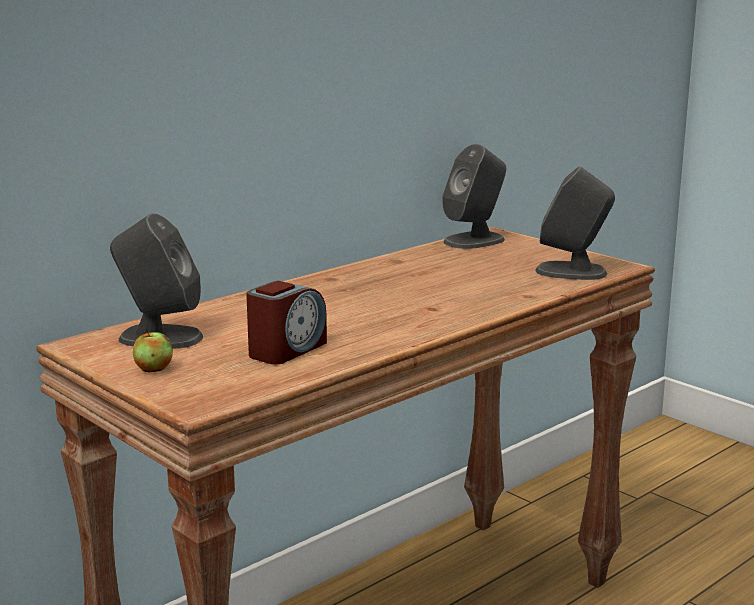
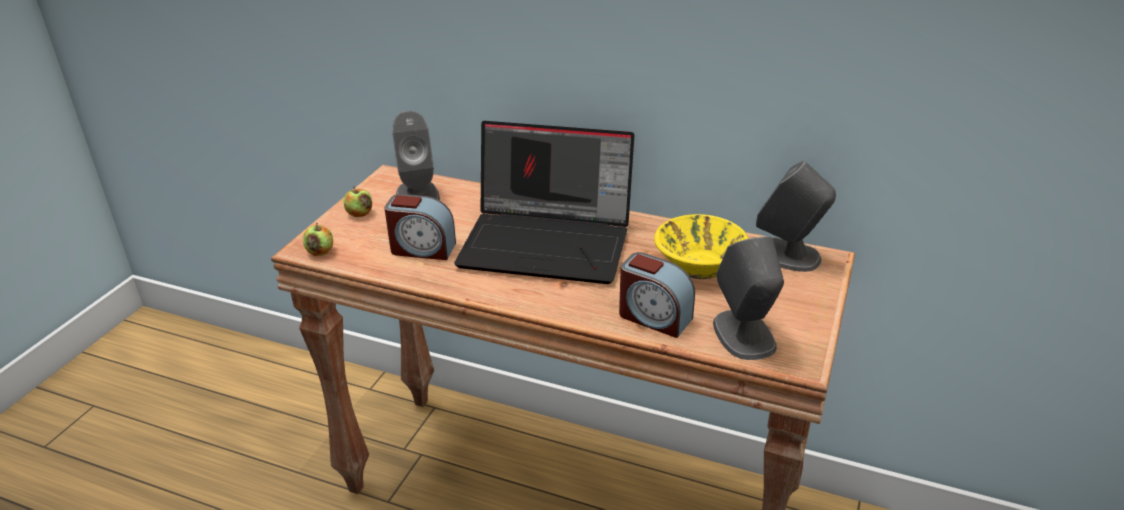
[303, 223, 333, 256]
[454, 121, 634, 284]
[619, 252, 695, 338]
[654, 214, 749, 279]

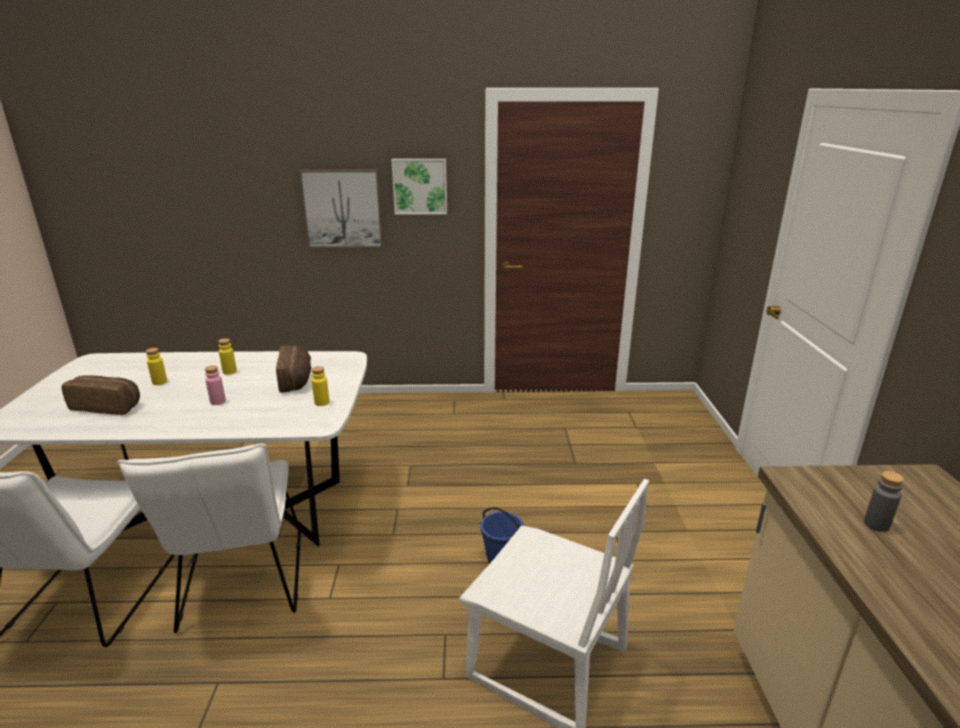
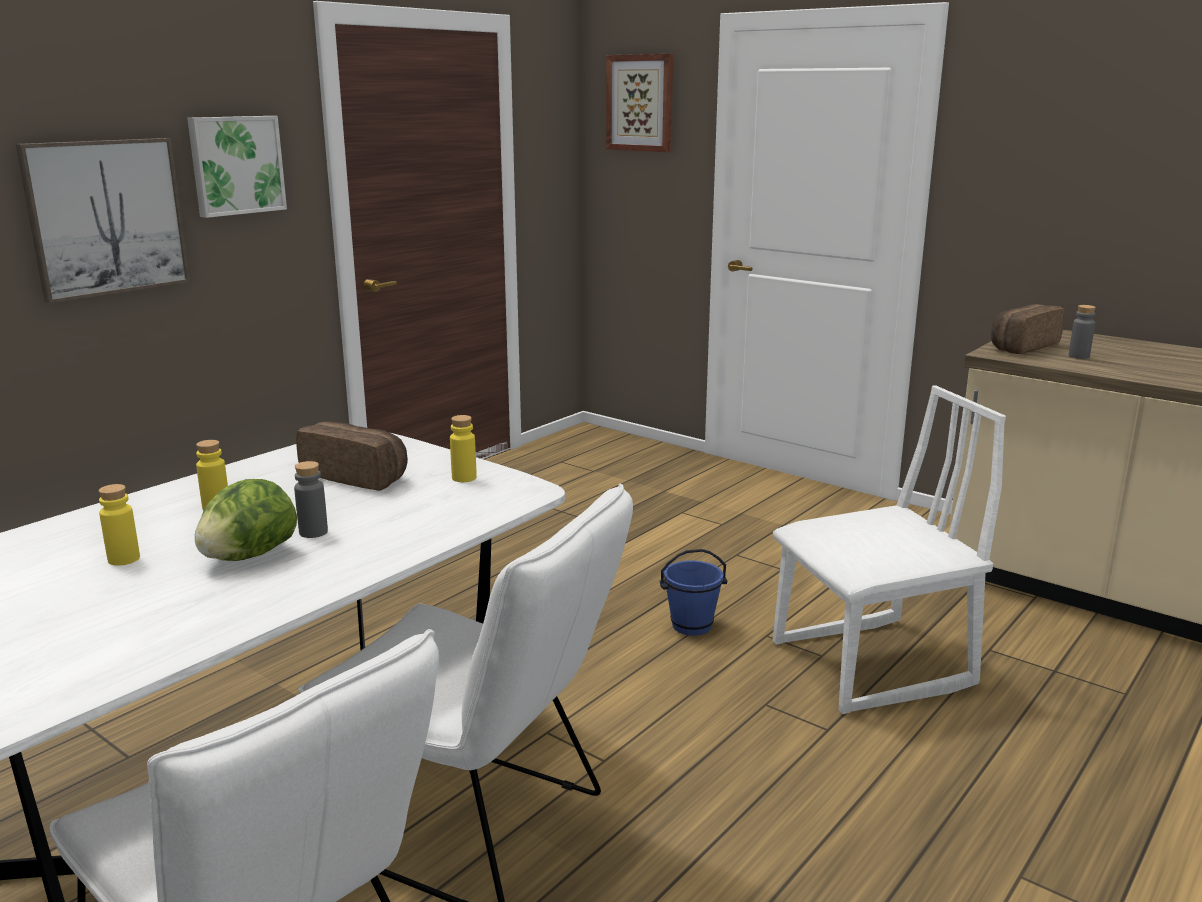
[991, 304, 1065, 354]
[294, 461, 328, 538]
[195, 479, 297, 561]
[606, 54, 673, 152]

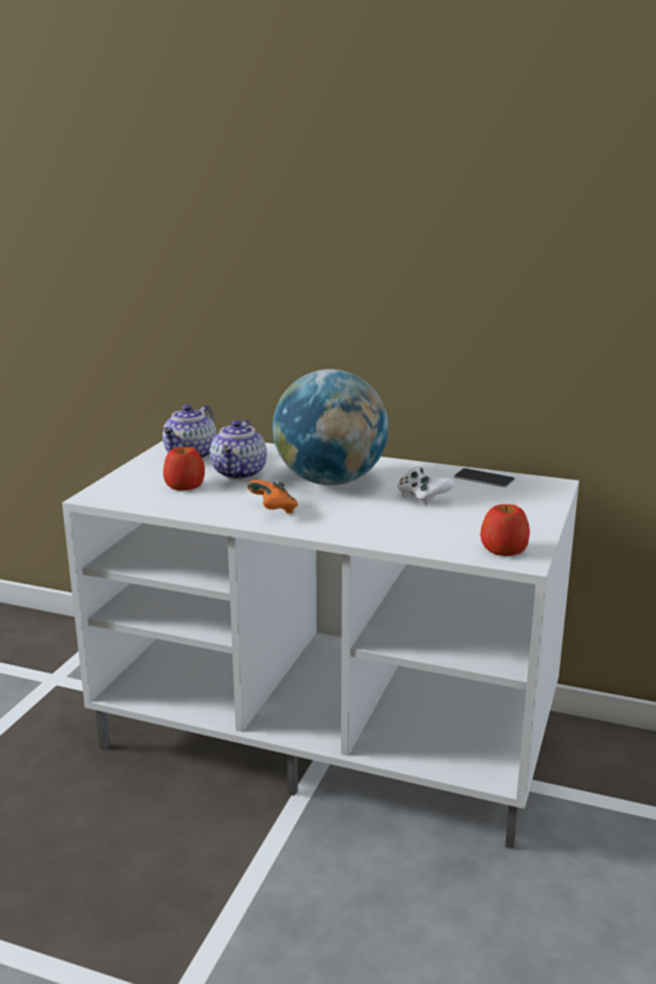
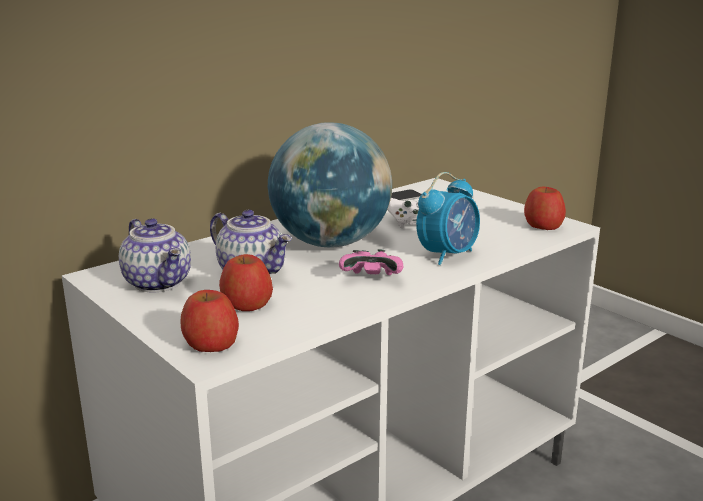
[339, 249, 403, 275]
[181, 290, 239, 352]
[416, 172, 480, 265]

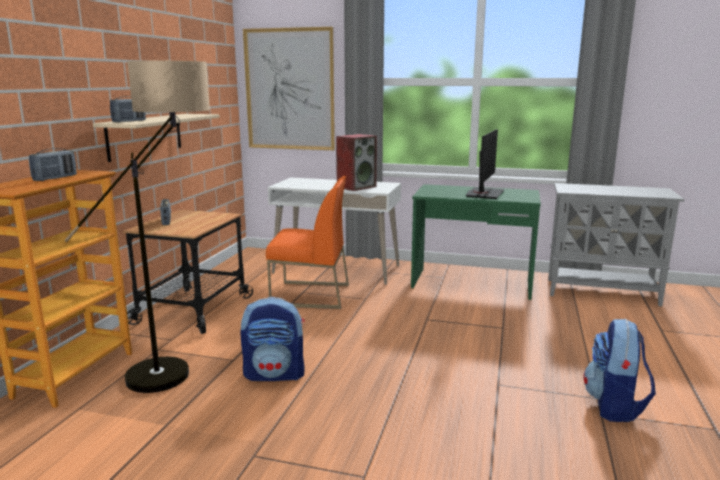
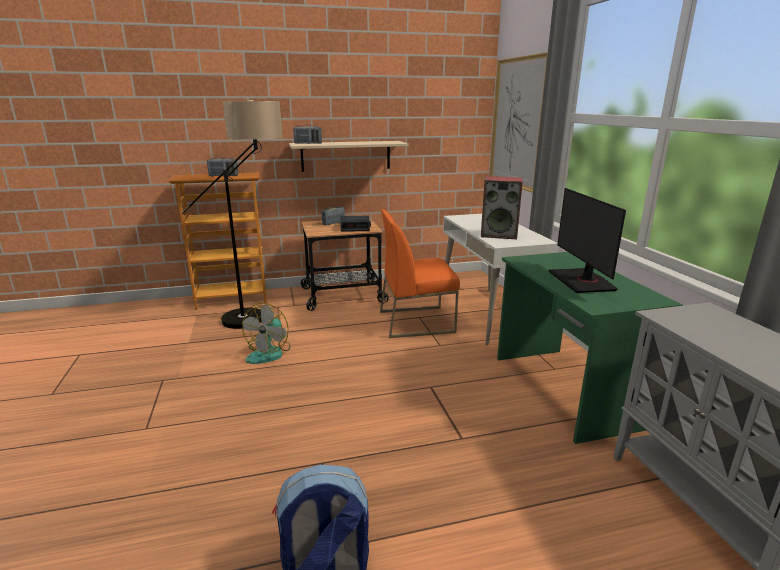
[242, 303, 291, 364]
[380, 209, 460, 338]
[548, 188, 626, 293]
[340, 216, 371, 232]

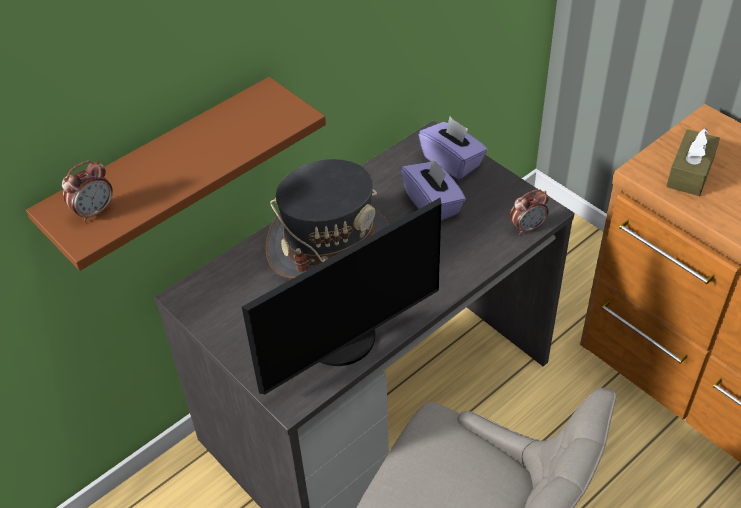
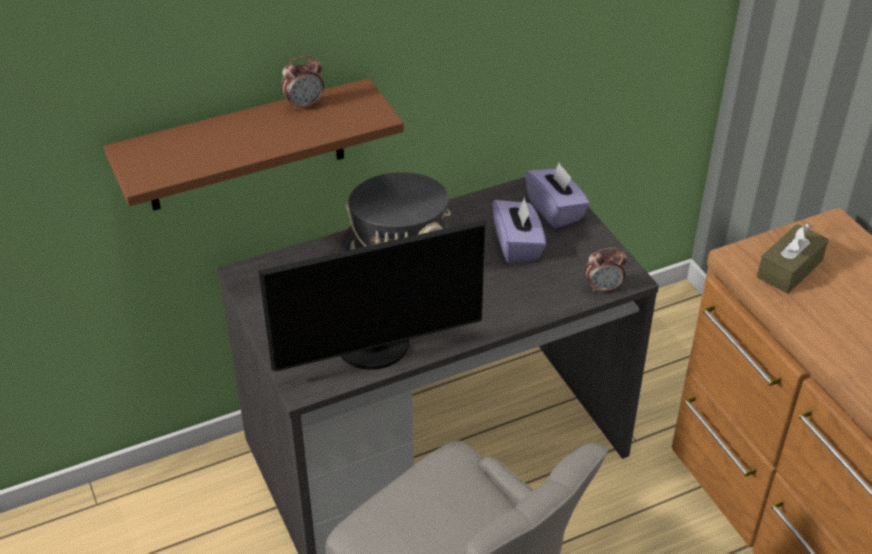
[281, 56, 324, 111]

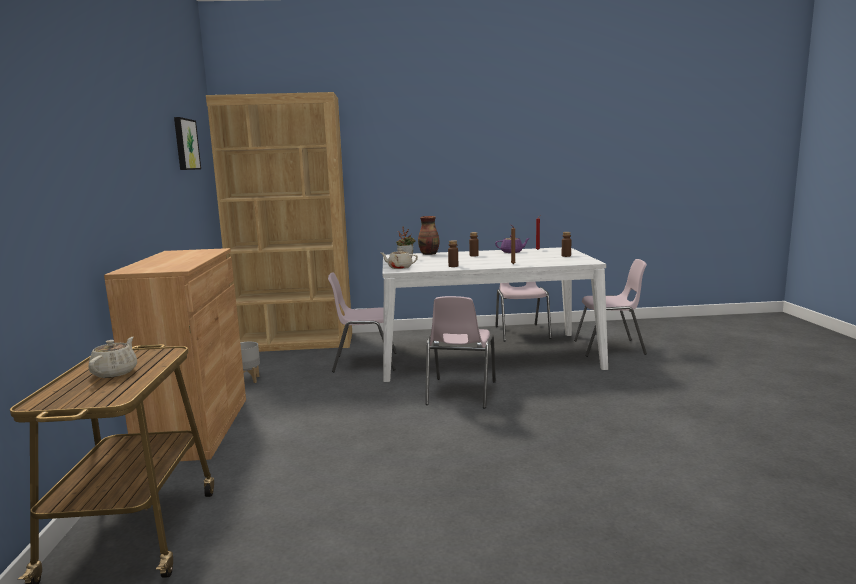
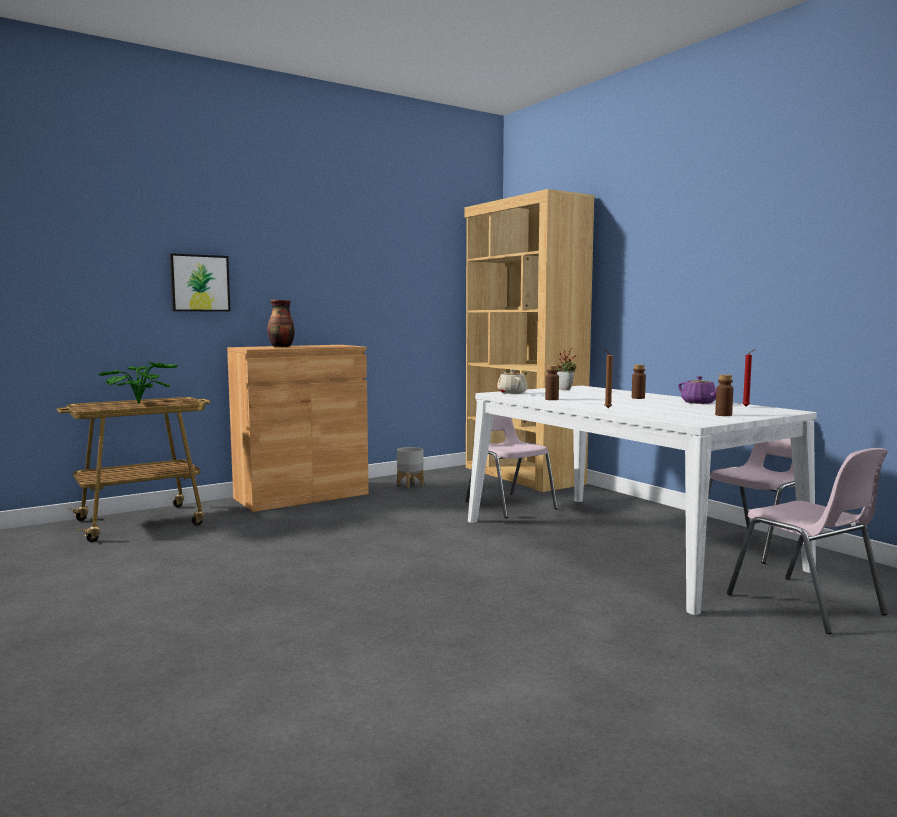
[98, 361, 178, 404]
[169, 253, 231, 312]
[267, 300, 295, 347]
[425, 296, 496, 408] (first image)

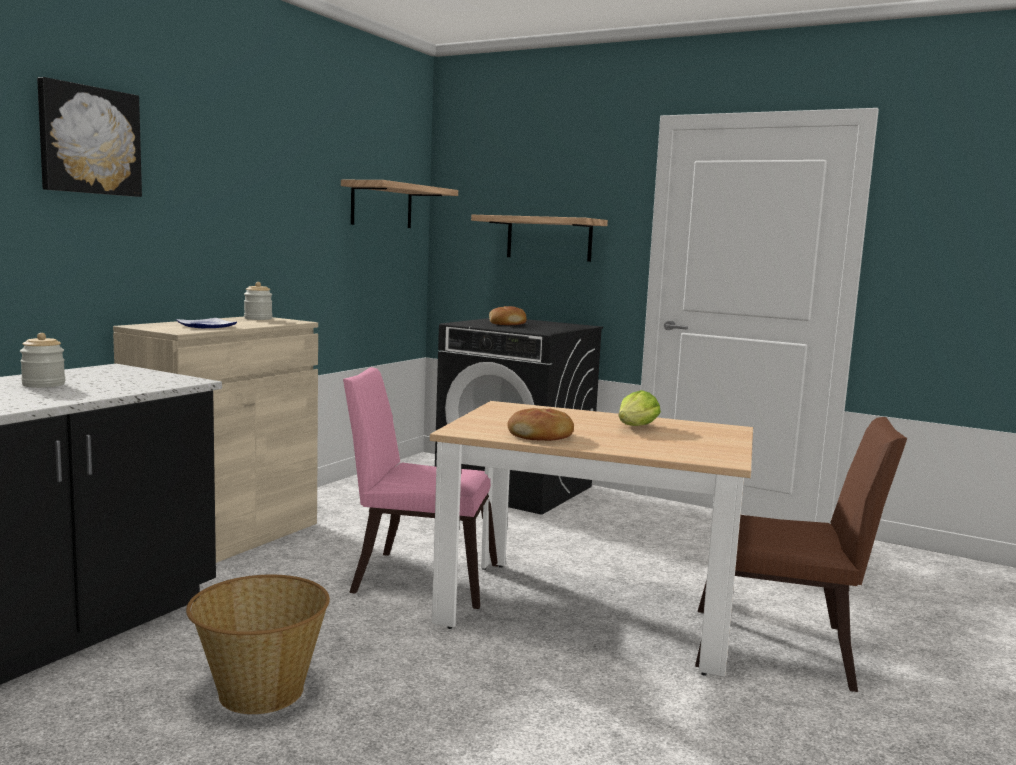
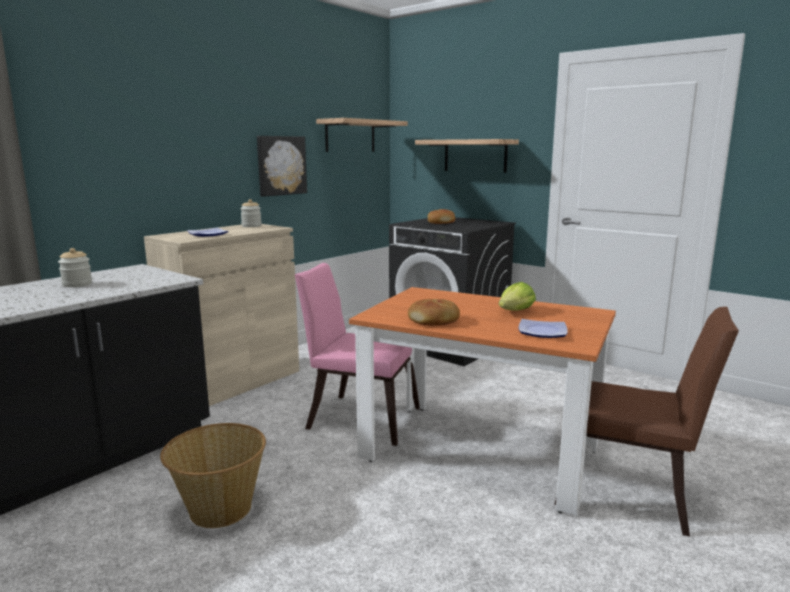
[257, 136, 307, 197]
[349, 287, 616, 516]
[519, 319, 568, 338]

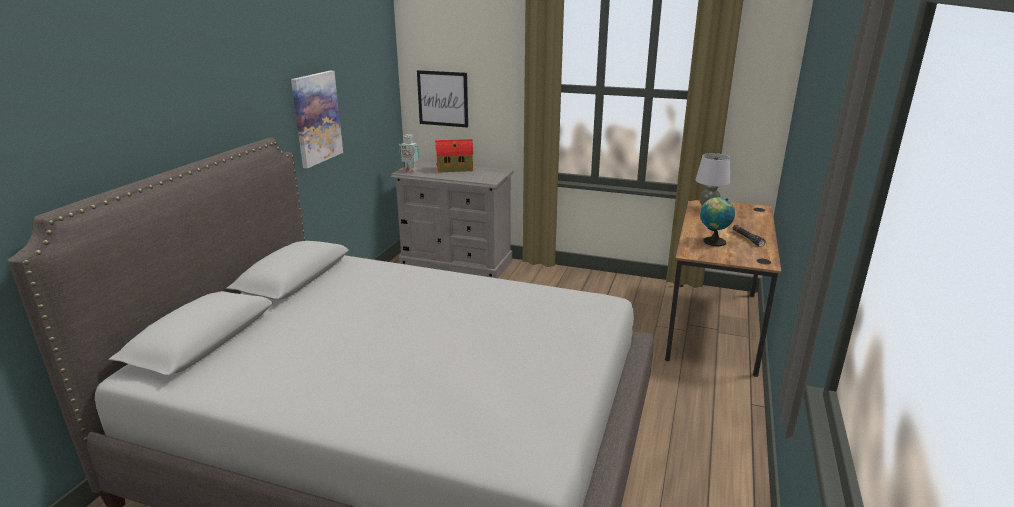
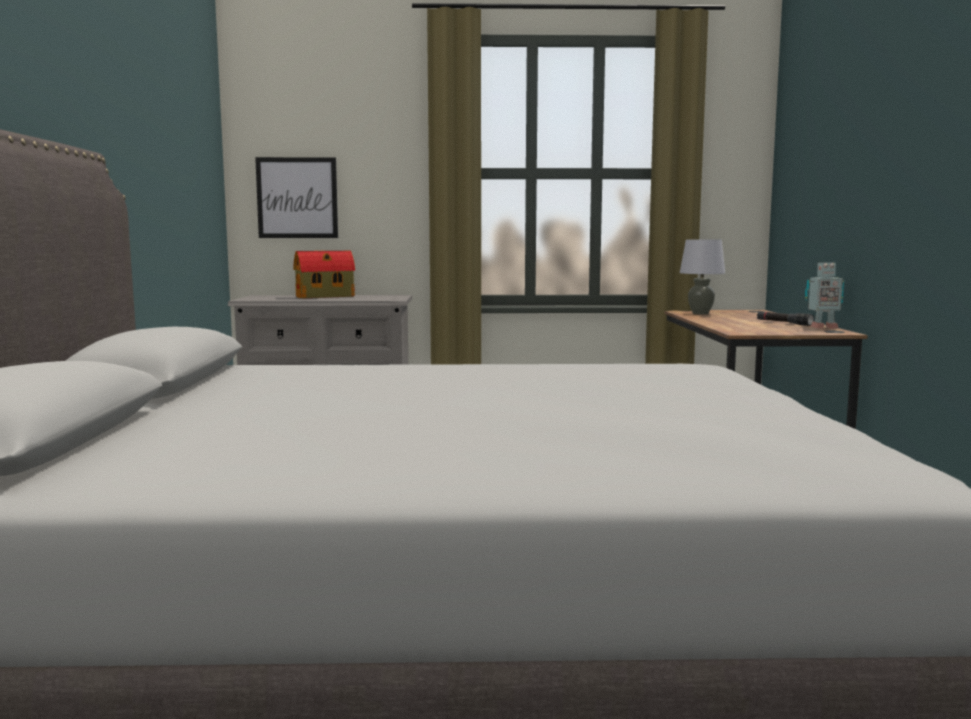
[291, 71, 343, 168] (first image)
[805, 262, 844, 329]
[700, 197, 735, 246] (first image)

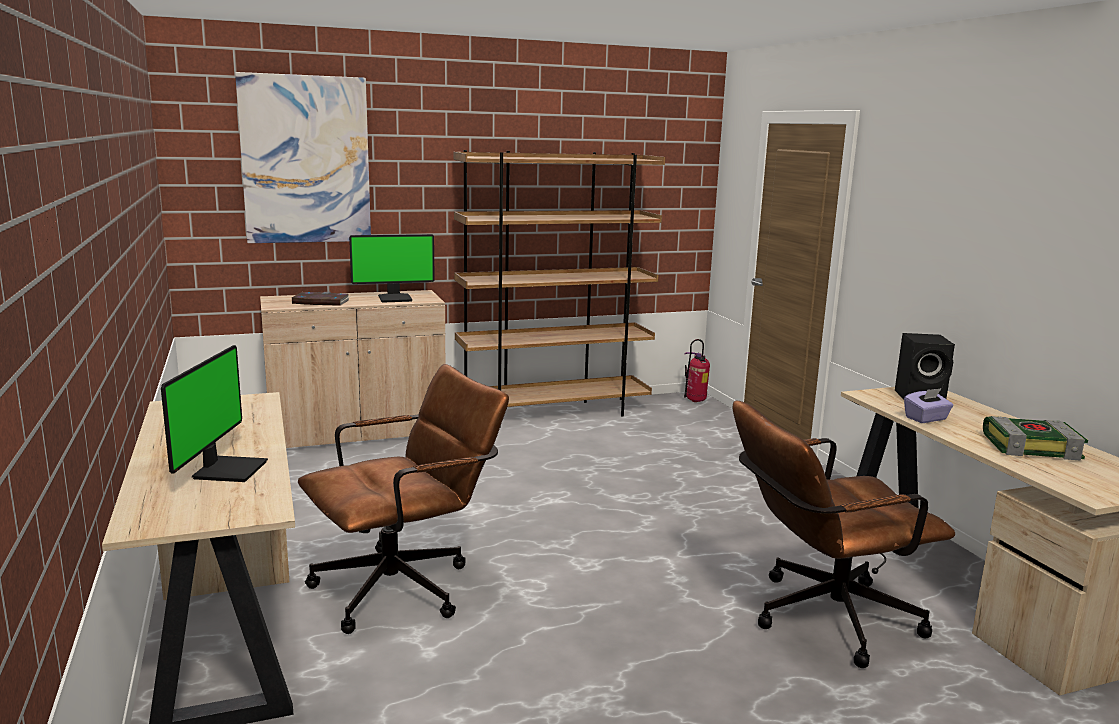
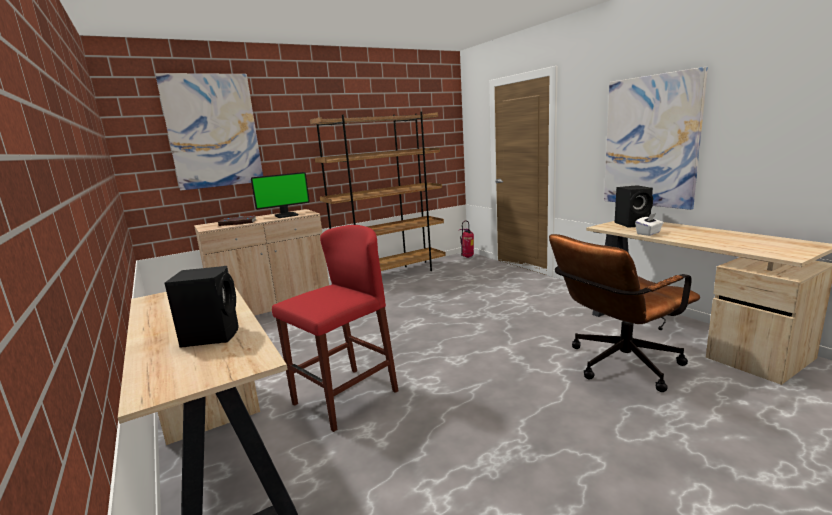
[165, 266, 239, 348]
[272, 225, 398, 432]
[635, 213, 664, 236]
[983, 416, 1088, 461] (first image)
[604, 67, 708, 210]

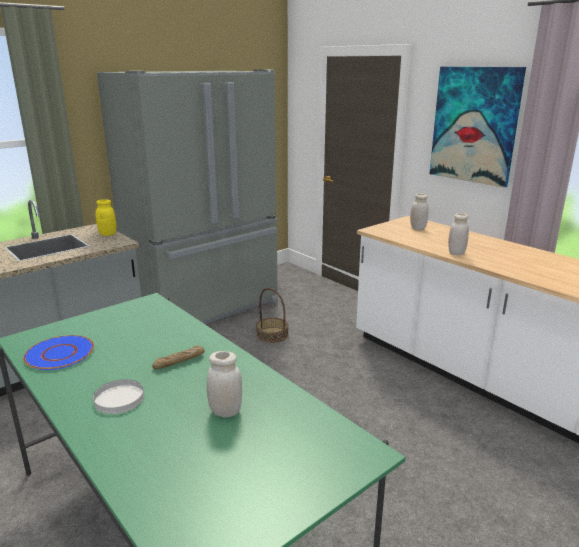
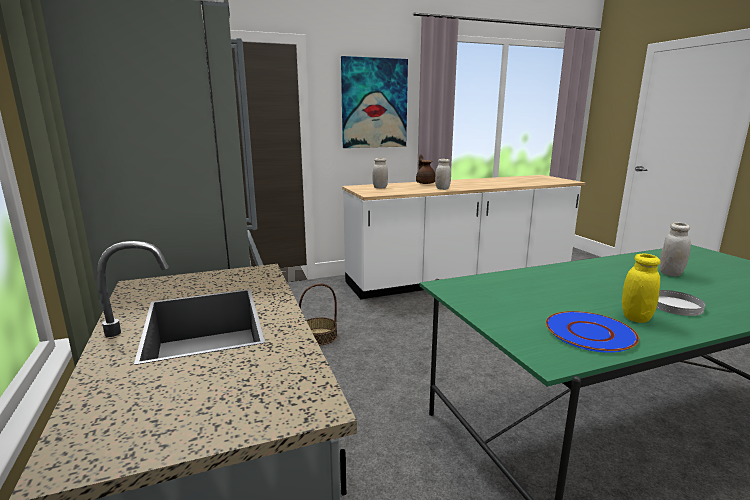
[622, 254, 660, 323]
[152, 346, 205, 370] (first image)
[416, 154, 436, 184]

